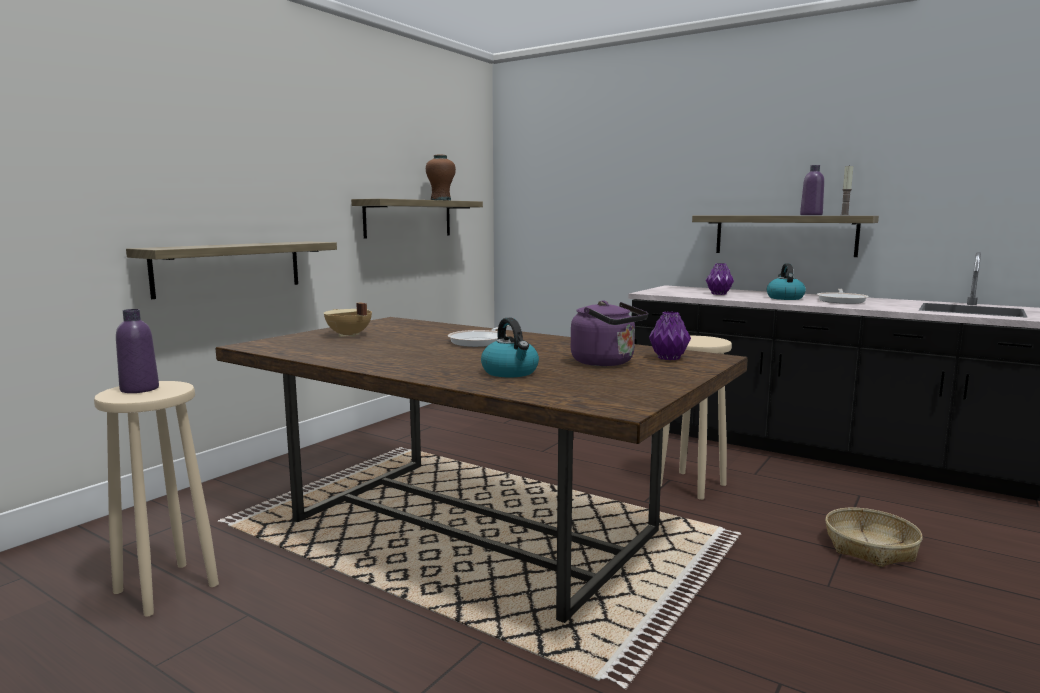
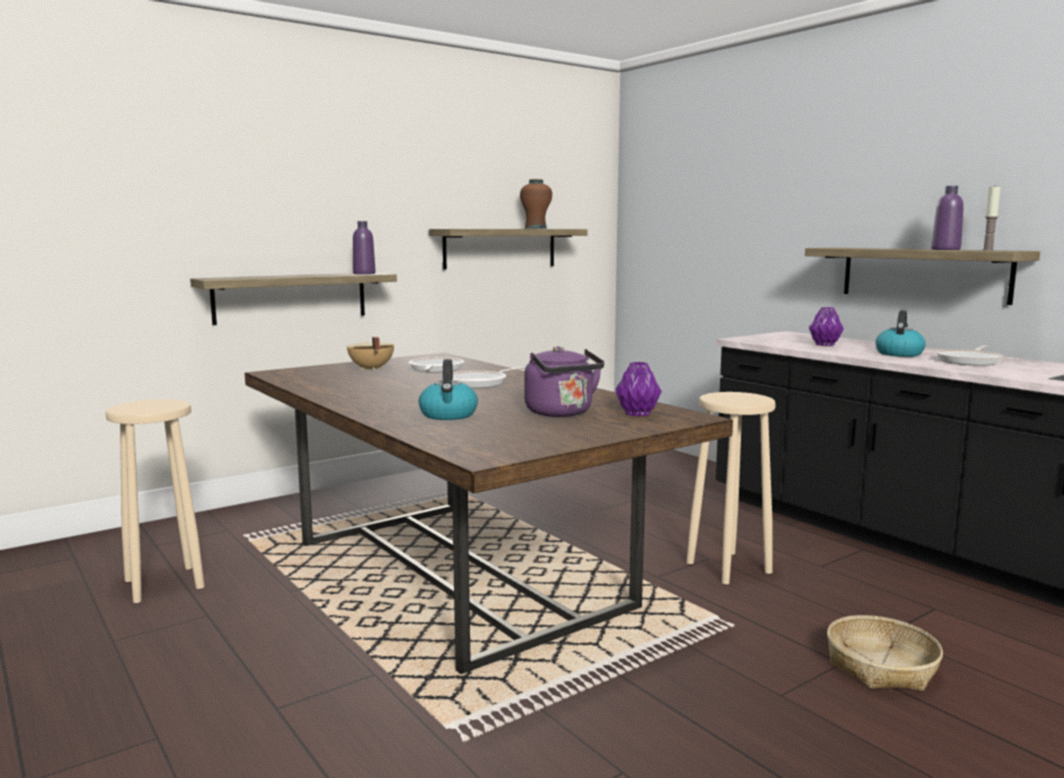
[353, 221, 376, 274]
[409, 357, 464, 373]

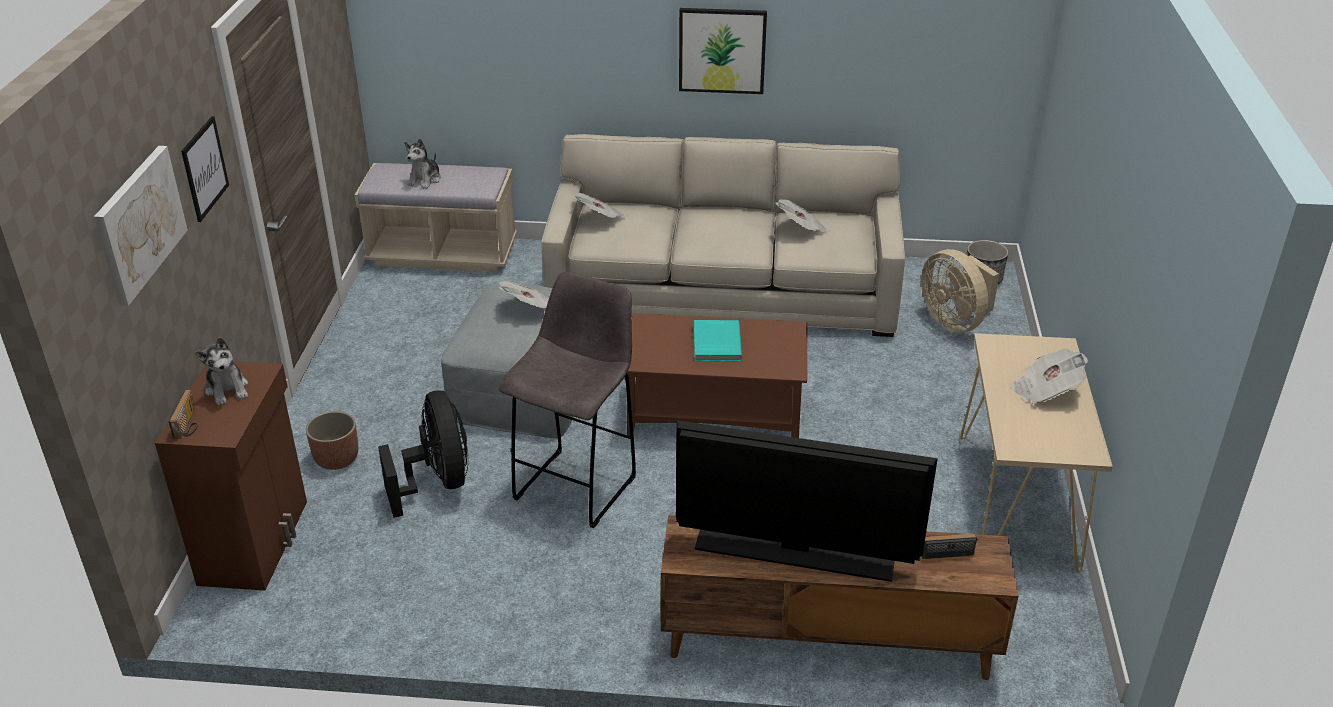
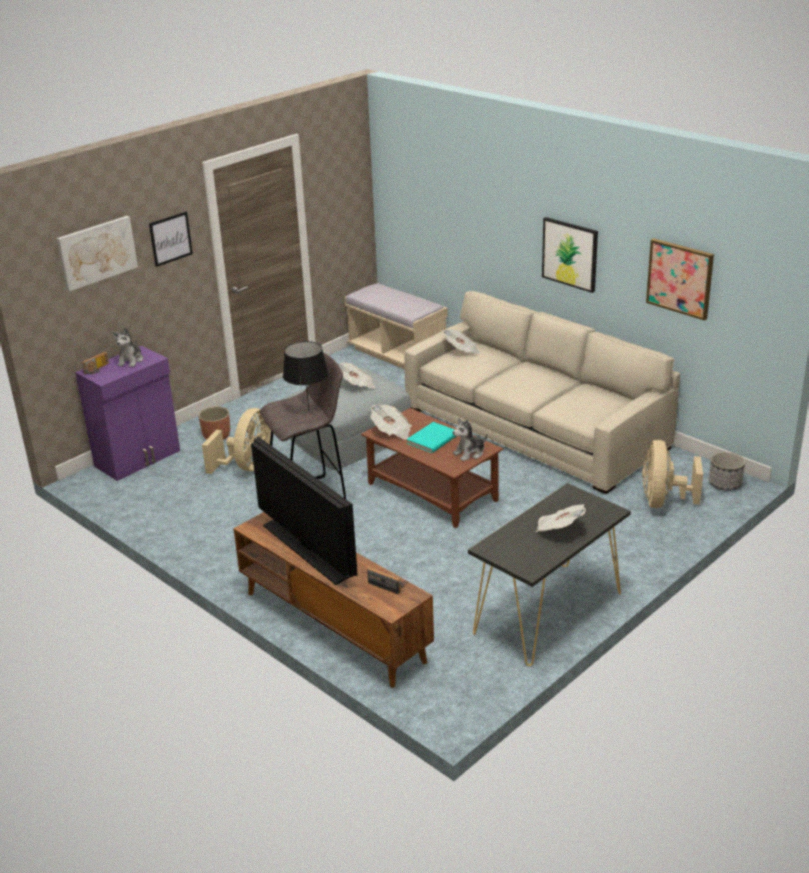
[75, 346, 180, 481]
[202, 408, 271, 474]
[453, 418, 488, 461]
[370, 405, 412, 440]
[468, 483, 631, 666]
[283, 341, 328, 411]
[646, 238, 714, 321]

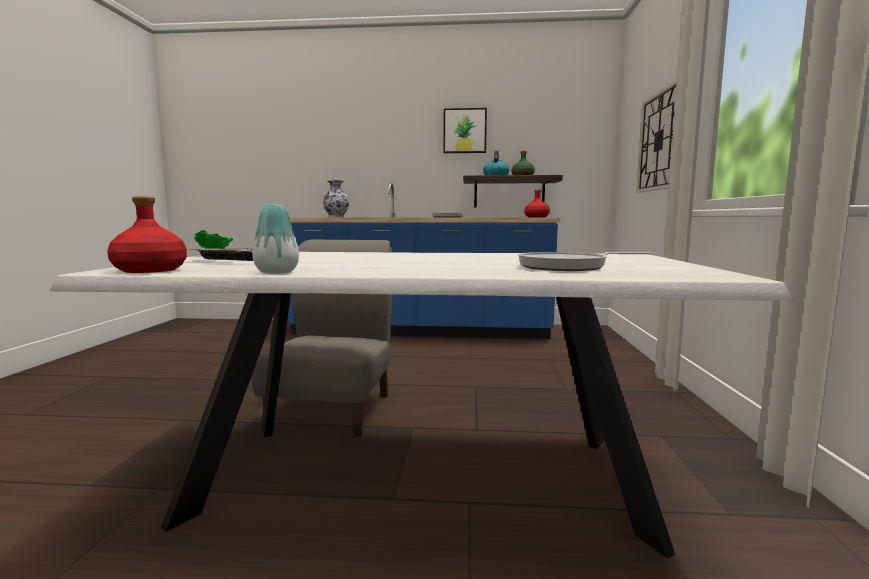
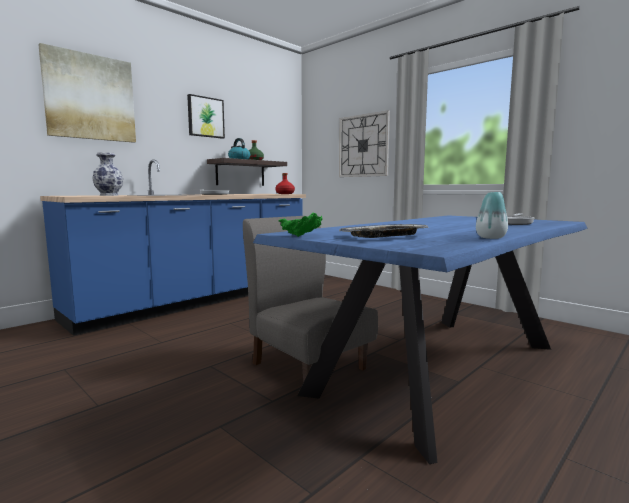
[253, 216, 588, 464]
[107, 196, 187, 273] (first image)
[38, 43, 136, 143]

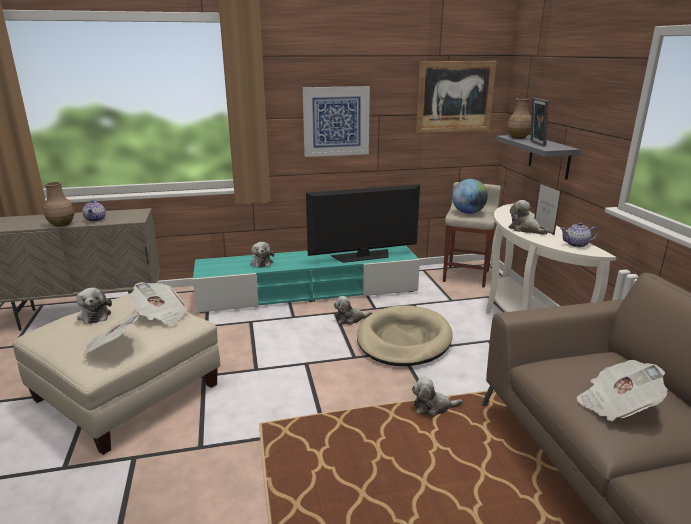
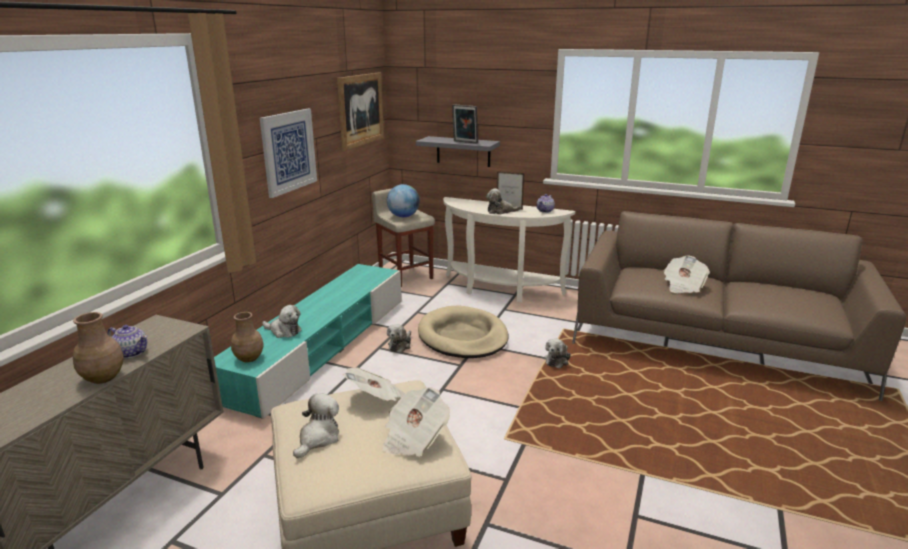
[293, 394, 339, 458]
[306, 184, 420, 263] (first image)
[231, 312, 264, 362]

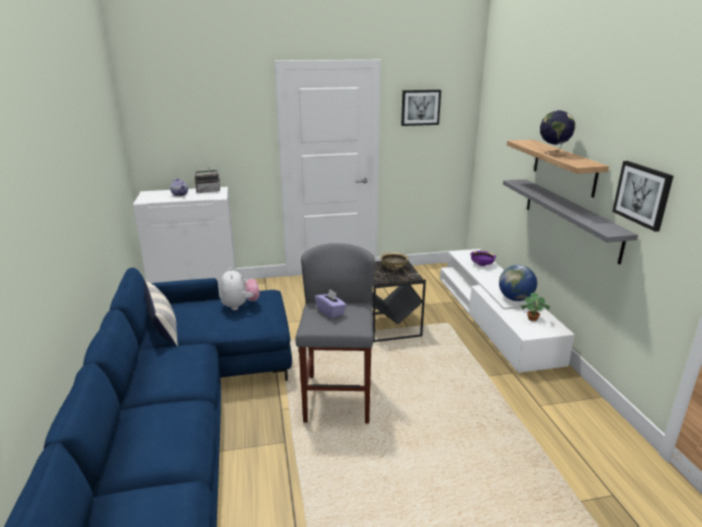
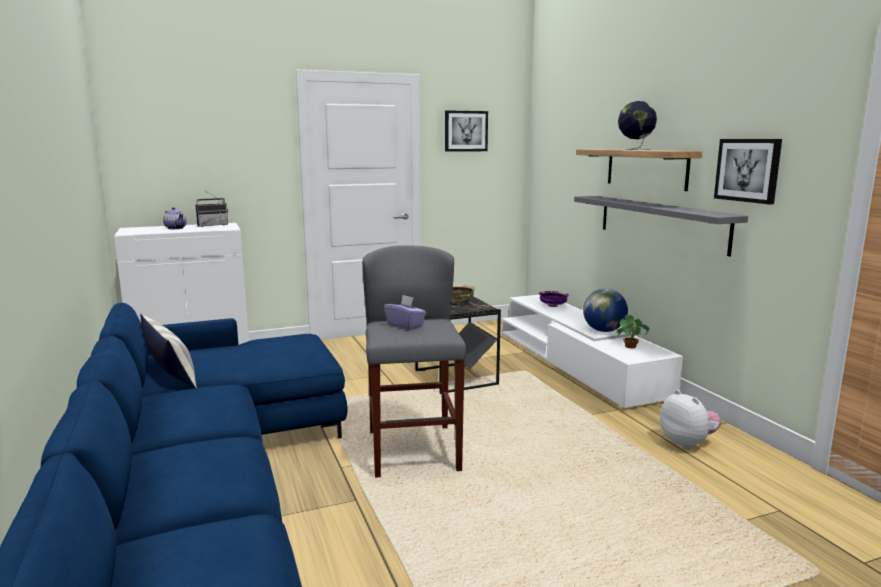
[660, 390, 721, 450]

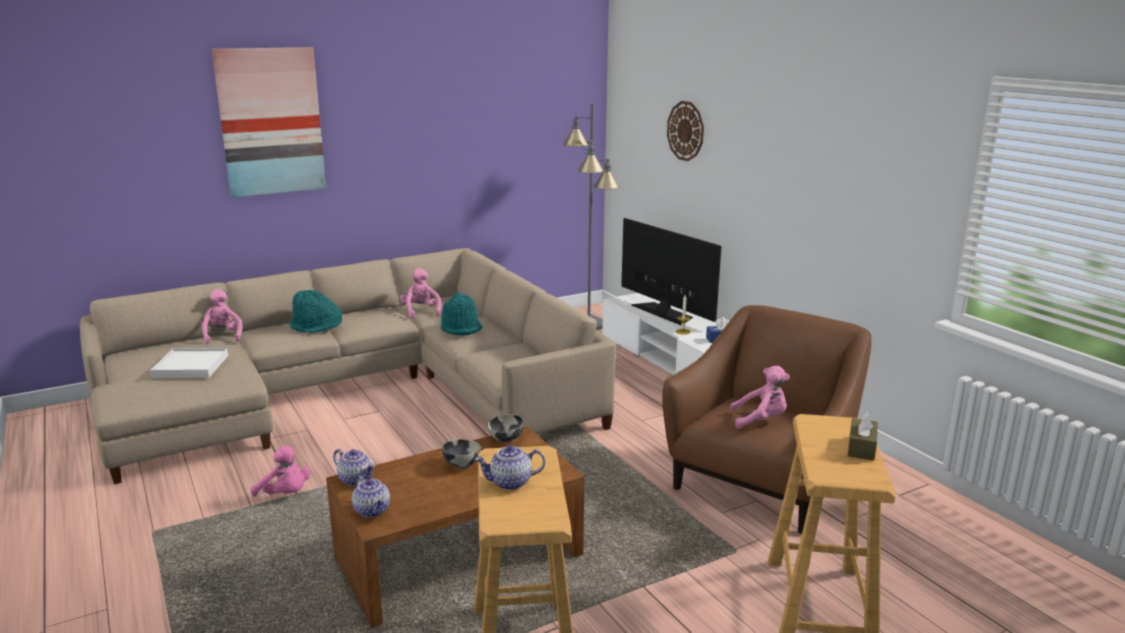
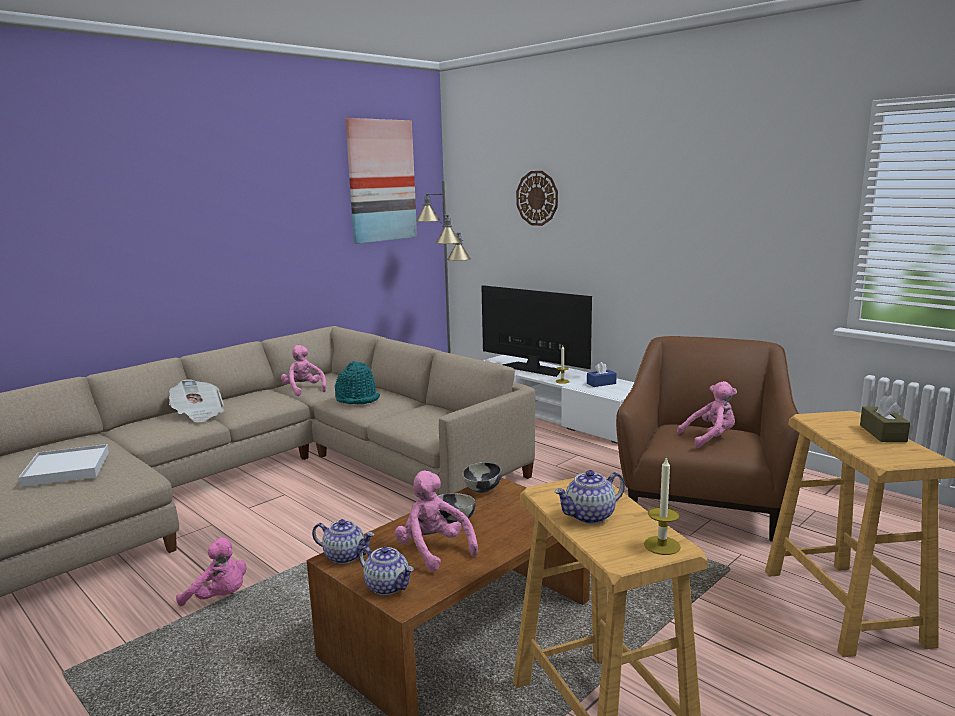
[394, 470, 478, 572]
[345, 118, 417, 244]
[169, 379, 224, 423]
[644, 456, 681, 555]

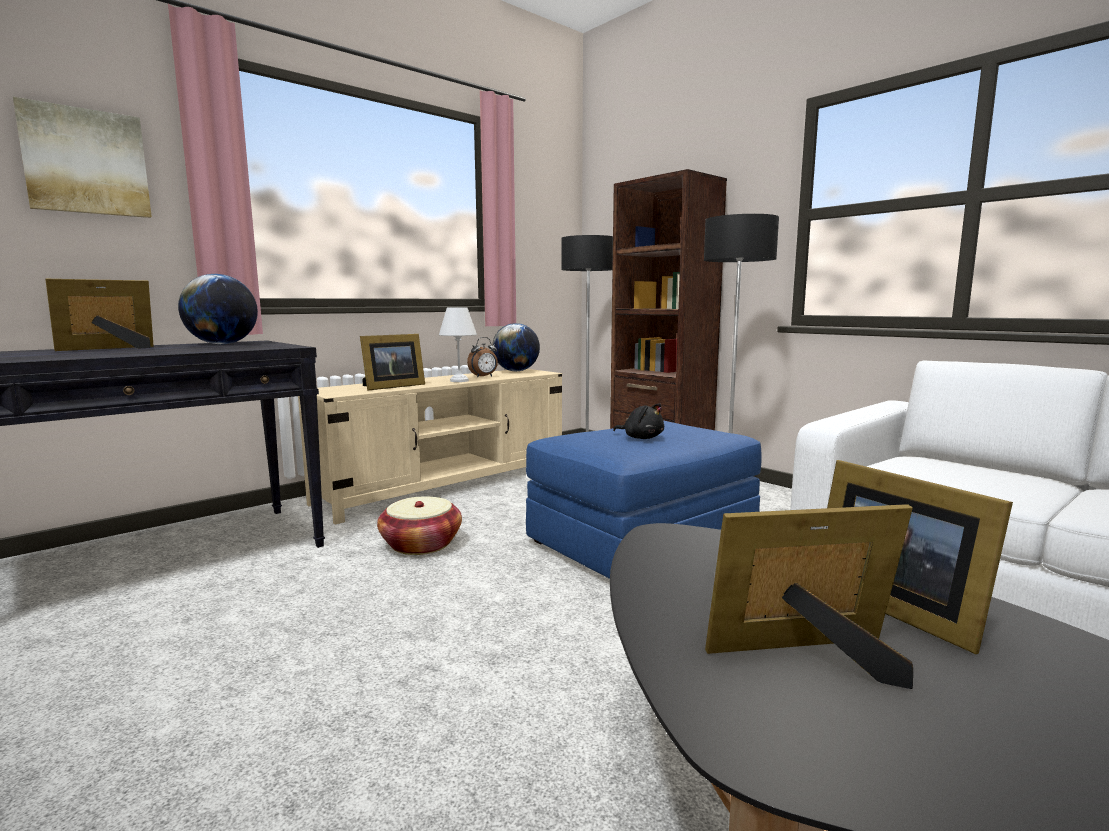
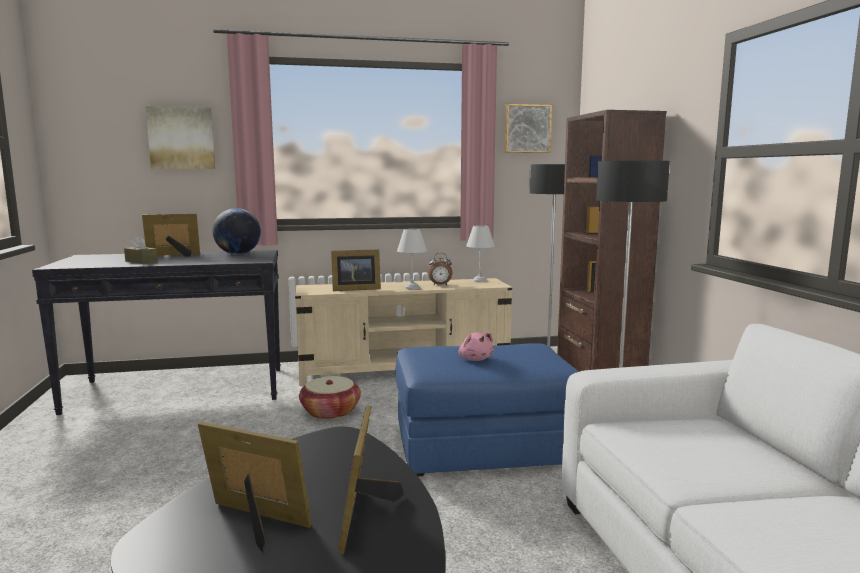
[466, 225, 495, 282]
[459, 332, 494, 361]
[124, 236, 158, 264]
[505, 104, 552, 153]

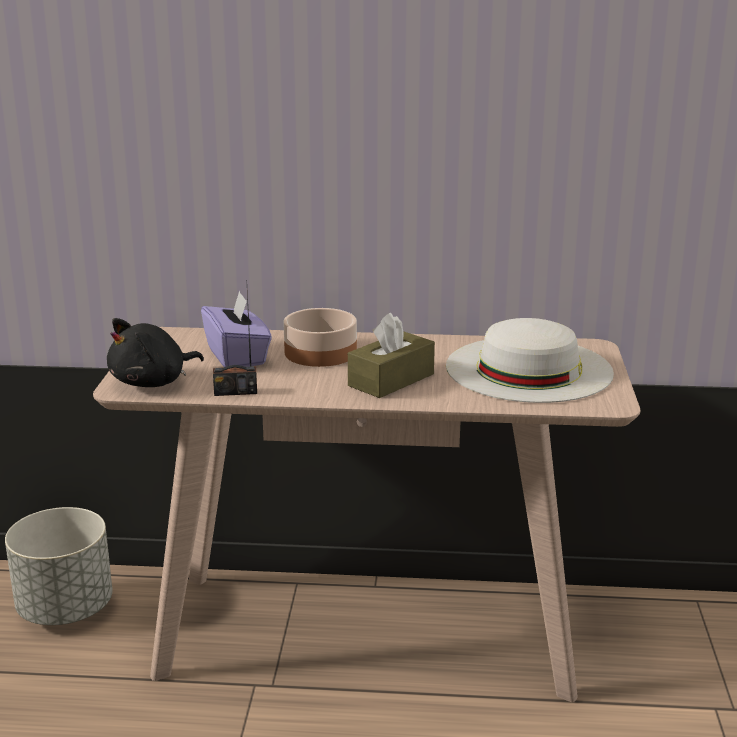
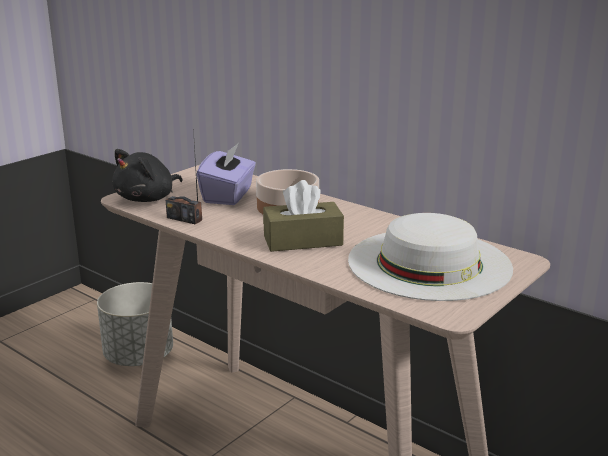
[112, 149, 182, 202]

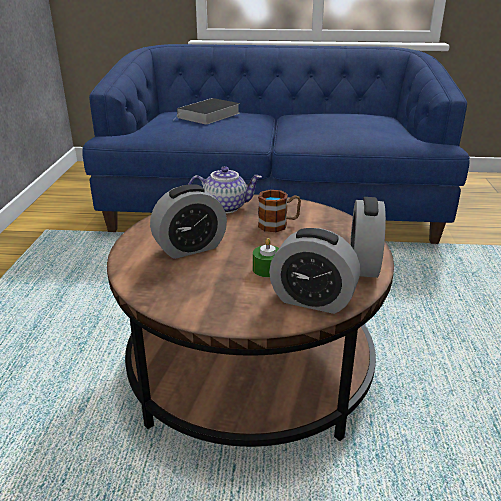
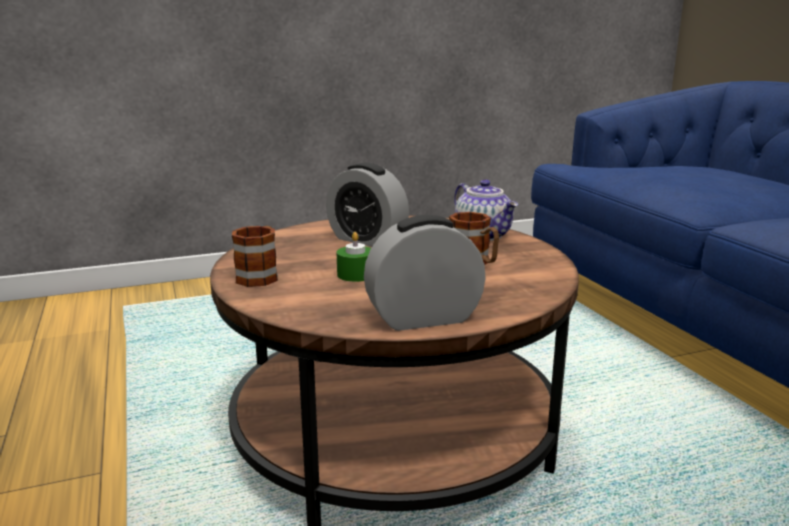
[173, 98, 240, 125] (first image)
[269, 228, 360, 314] (first image)
[232, 226, 278, 287]

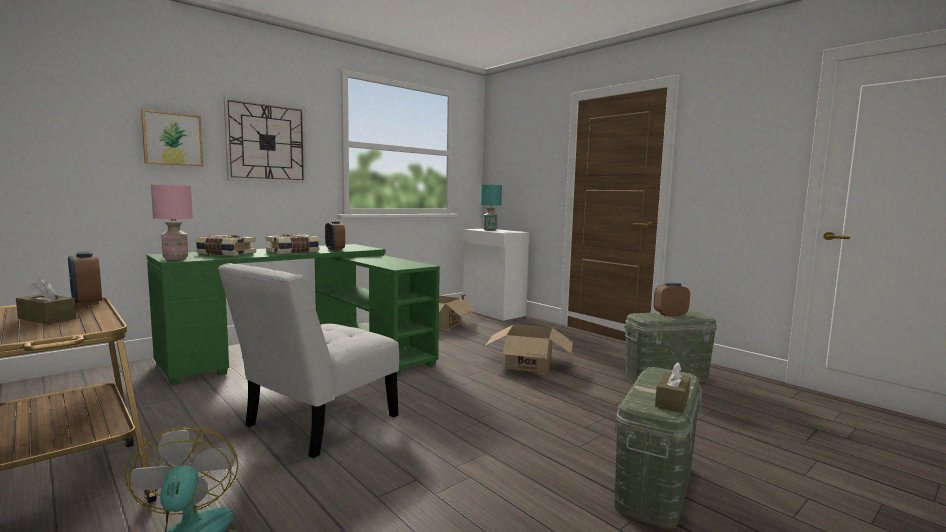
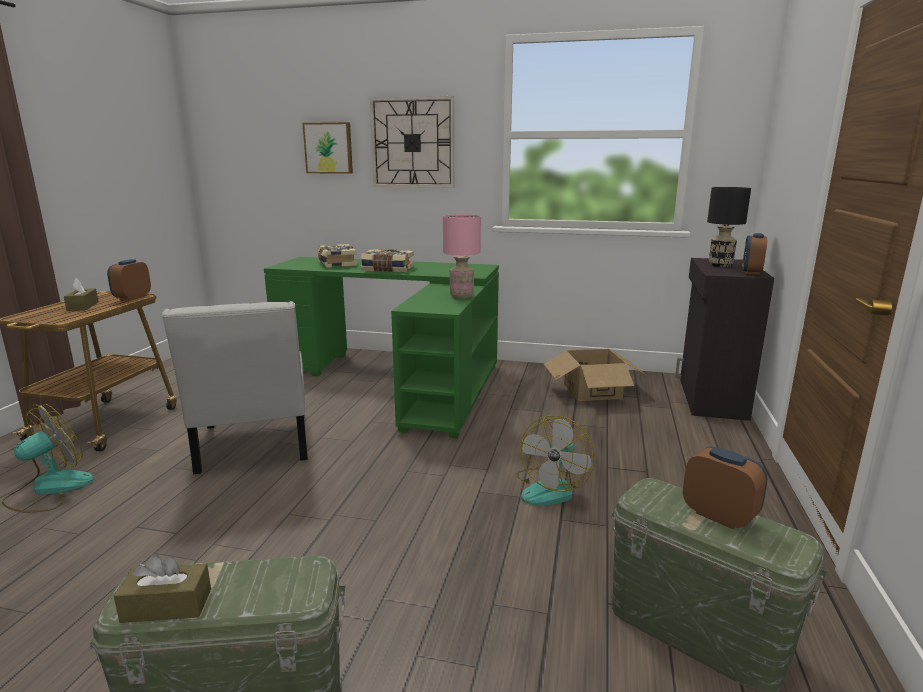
[443, 214, 481, 299]
[162, 301, 308, 474]
[742, 233, 767, 275]
[675, 258, 774, 421]
[707, 187, 751, 267]
[517, 415, 595, 505]

